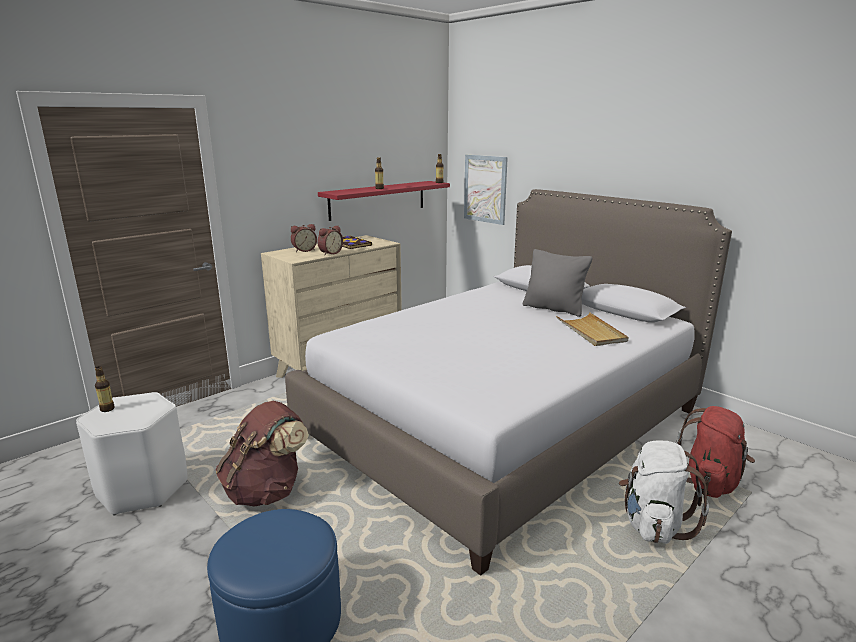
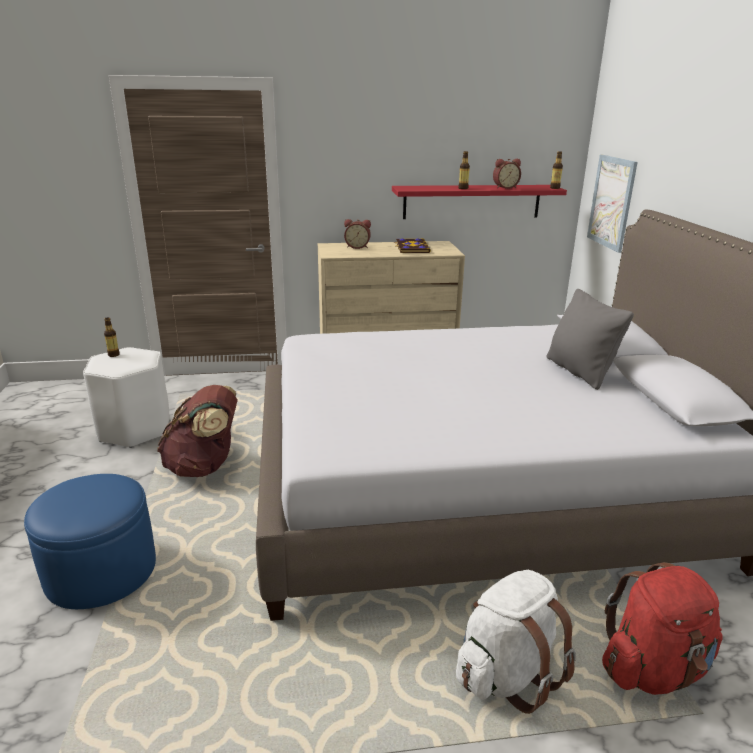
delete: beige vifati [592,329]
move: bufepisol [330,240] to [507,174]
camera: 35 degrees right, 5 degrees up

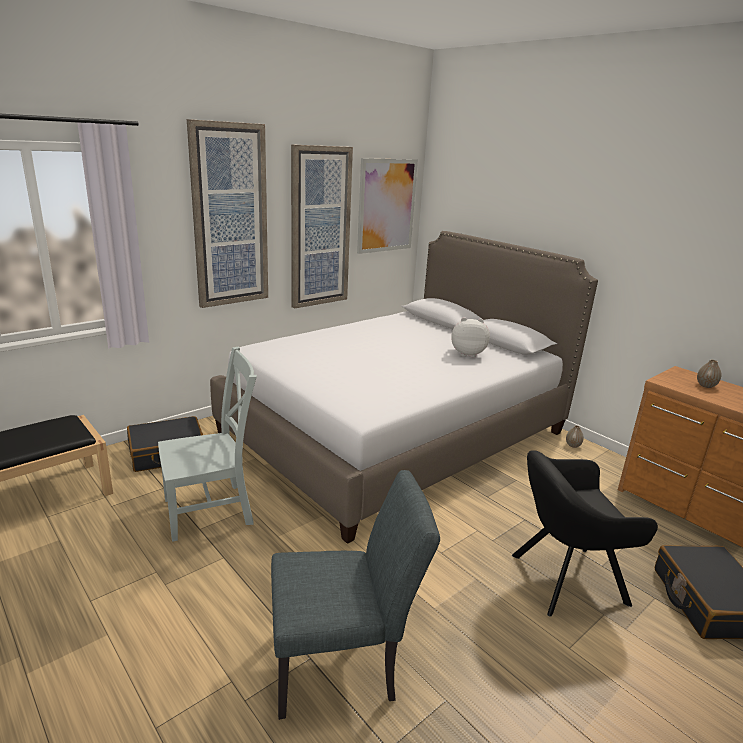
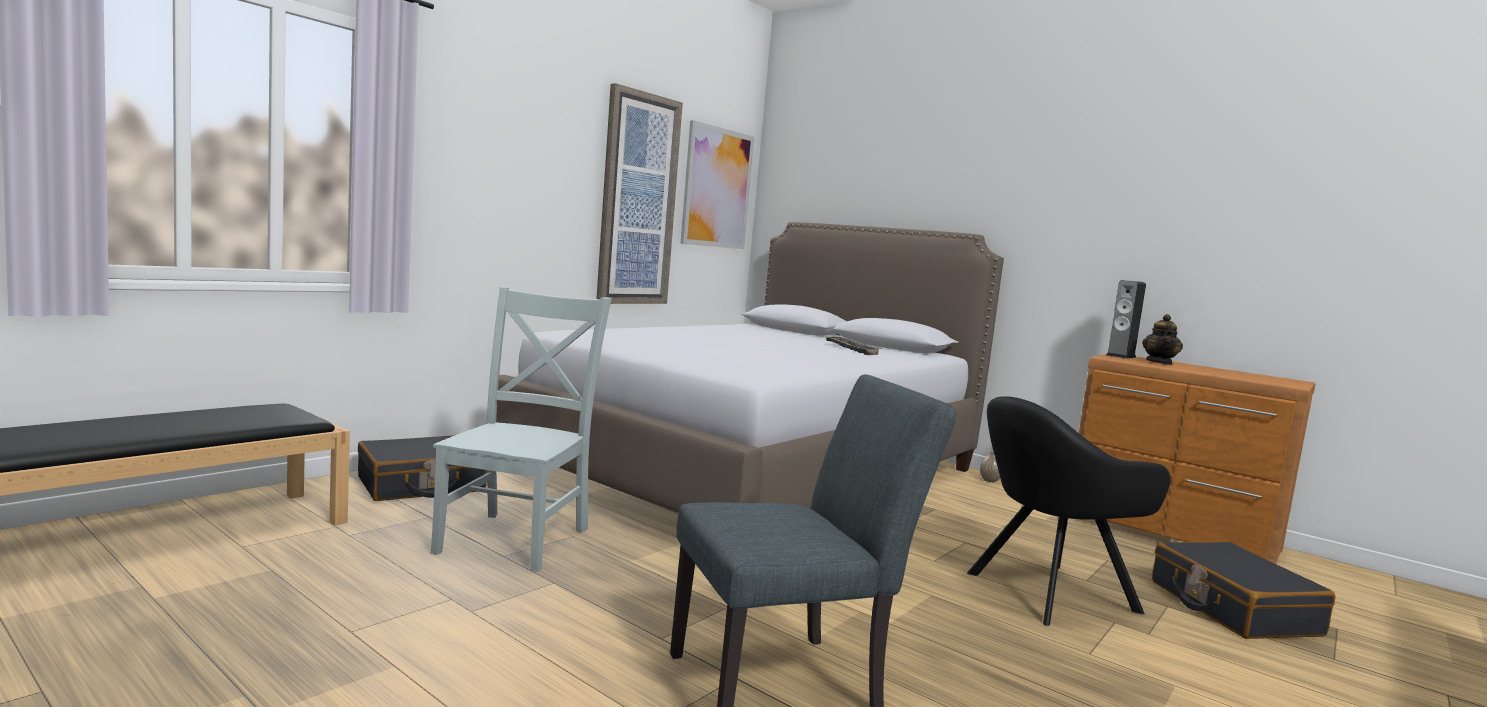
delete: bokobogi [227,213]
insert: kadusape [1126,319]
replace: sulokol [470,337] to vifati [854,345]; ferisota [709,374] to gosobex [1162,339]
rotate: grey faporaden [207,444] = [521,429] 45 degrees counterclockwise
camera: 10 degrees left, 15 degrees down

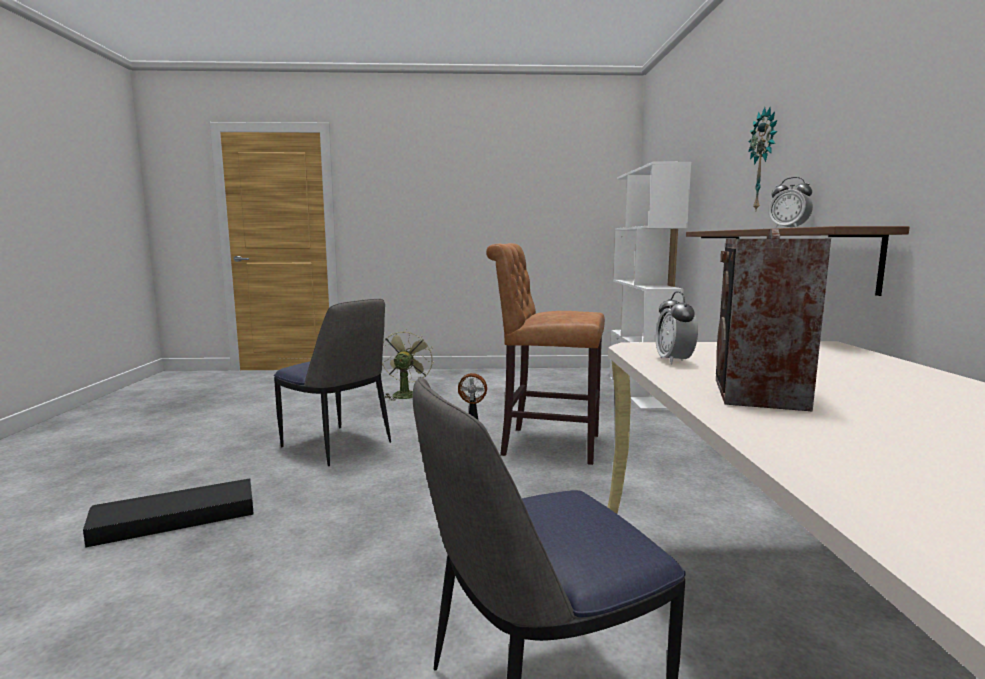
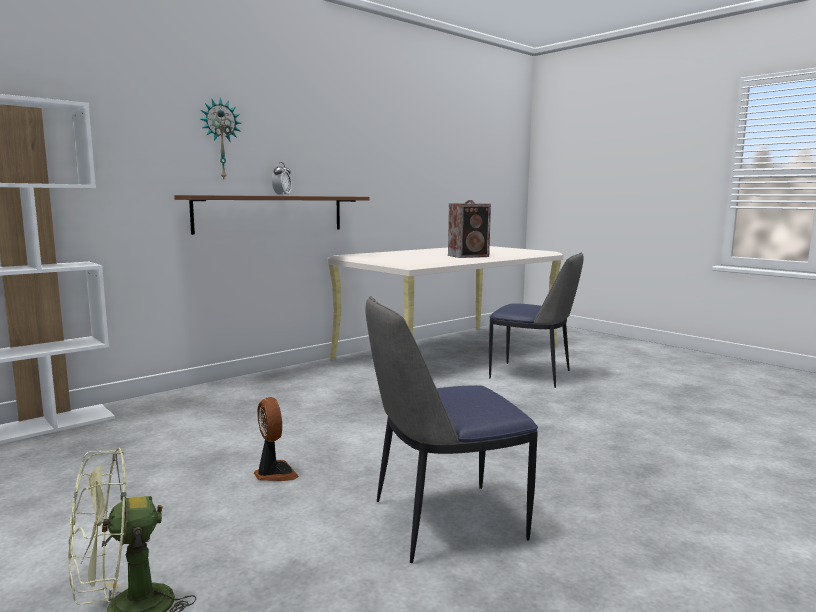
delete: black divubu [168,513]; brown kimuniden [545,354]; bufepisol [677,327]
rotate: faporaden [332,382] = [451,429] 105 degrees counterclockwise
camera: 130 degrees left, 0 degrees up

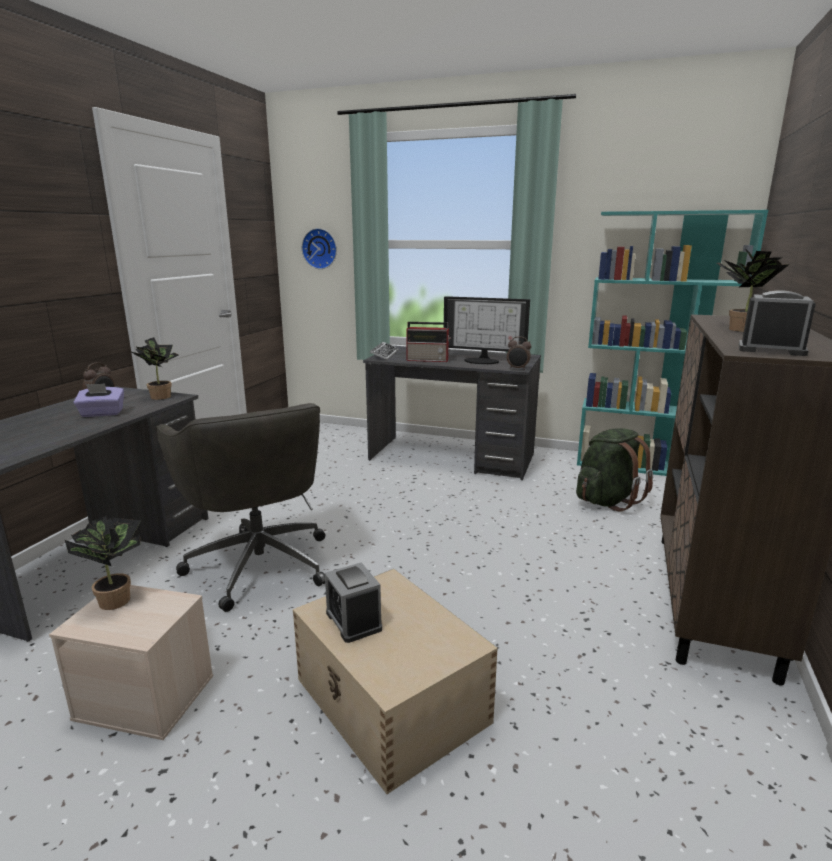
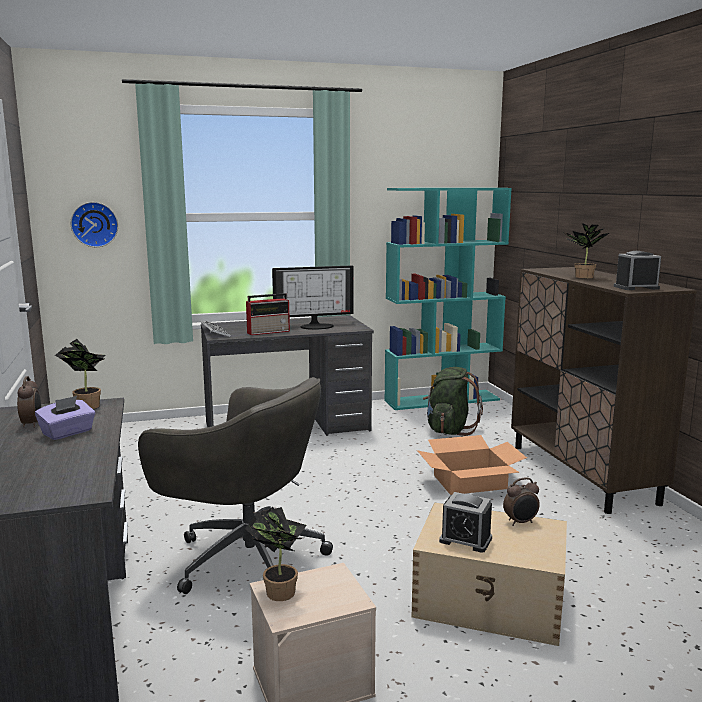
insert: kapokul [472,465]
move: bufepisol [519,353] to [521,501]
camera: 35 degrees left, 5 degrees down

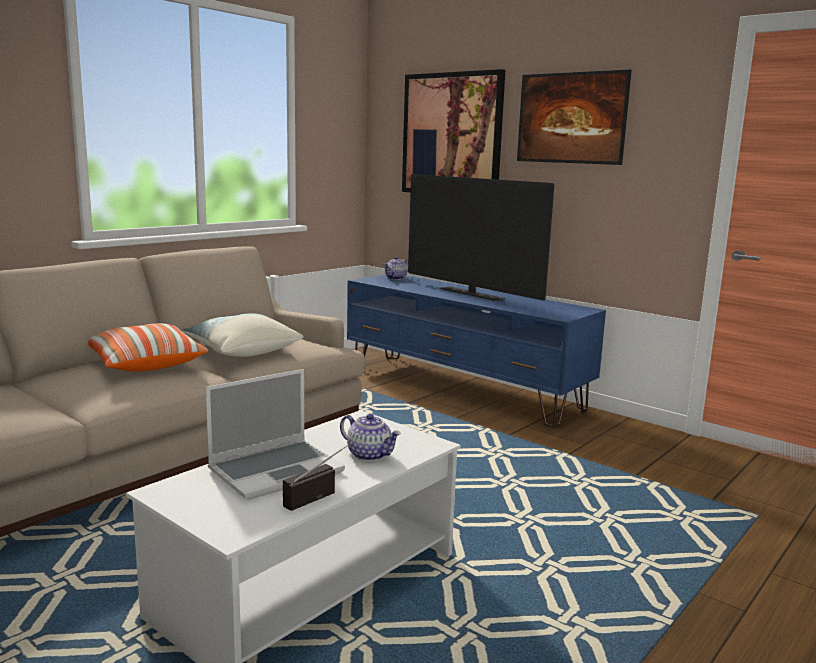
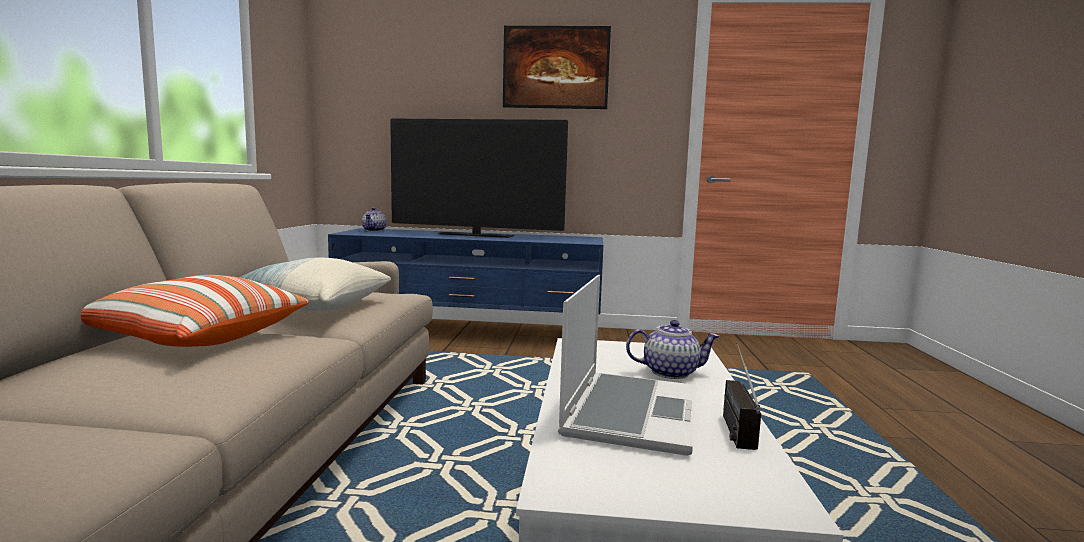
delete: bokobogi [453,130]
camera: 35 degrees left, 5 degrees down

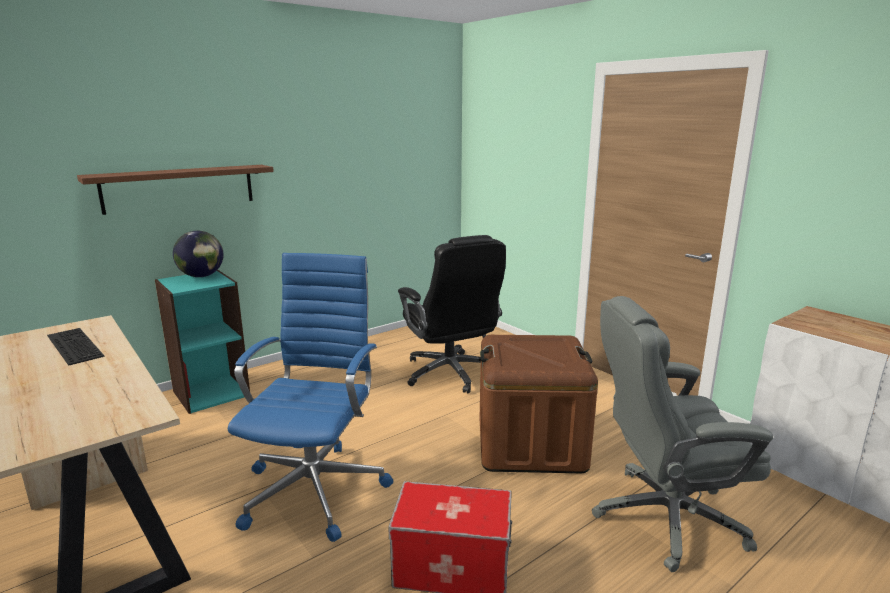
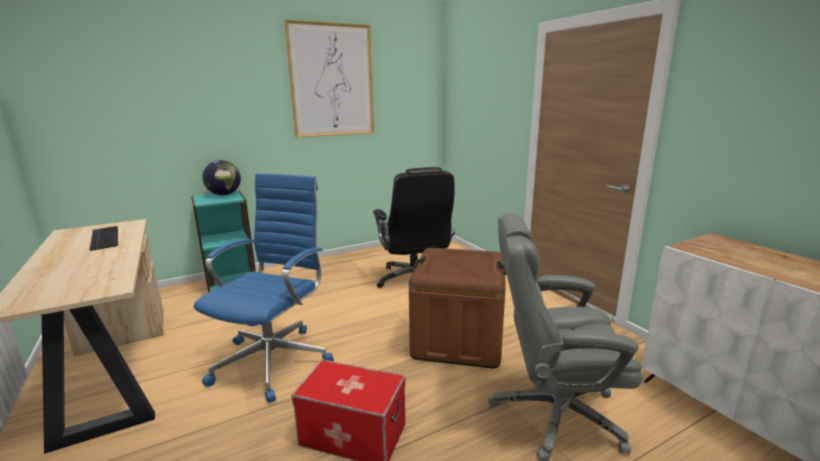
delete: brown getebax [175,190]
insert: bokobogi [329,78]
camera: 10 degrees right, 0 degrees up

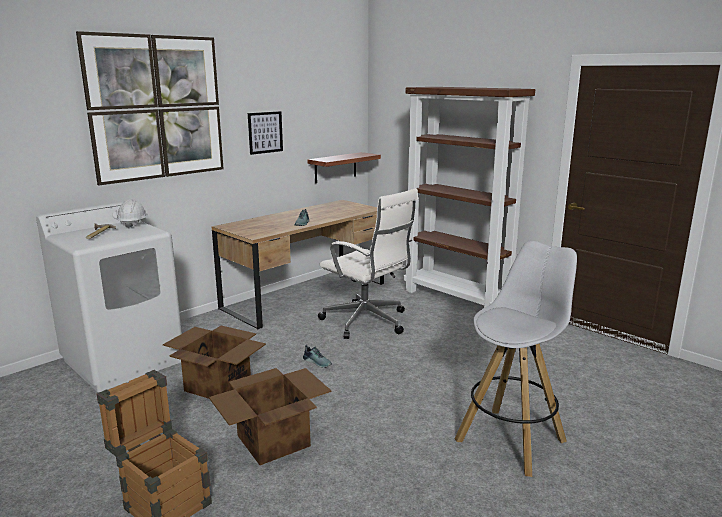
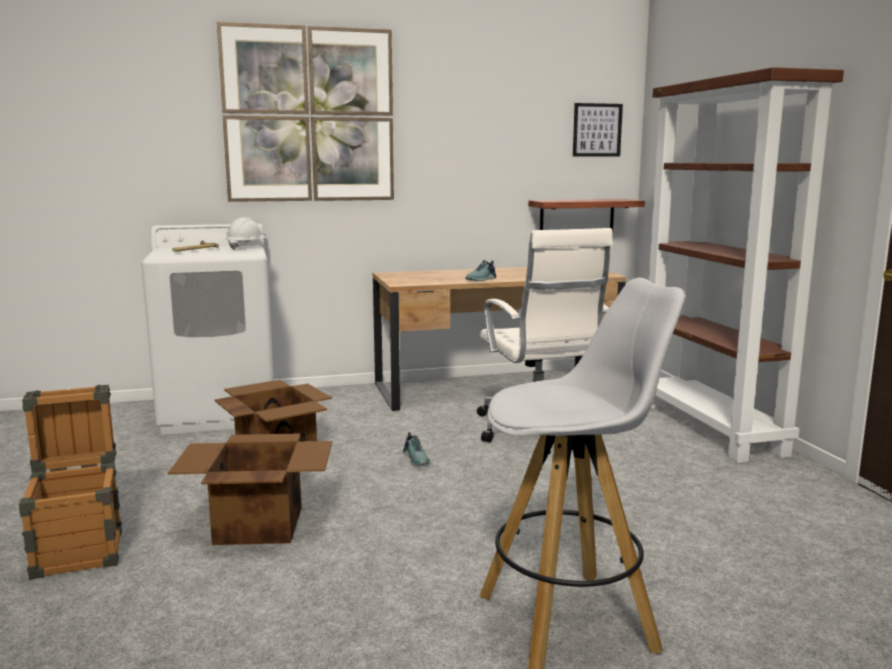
move: bokobogi [265,133] to [598,130]
camera: 30 degrees right, 5 degrees down

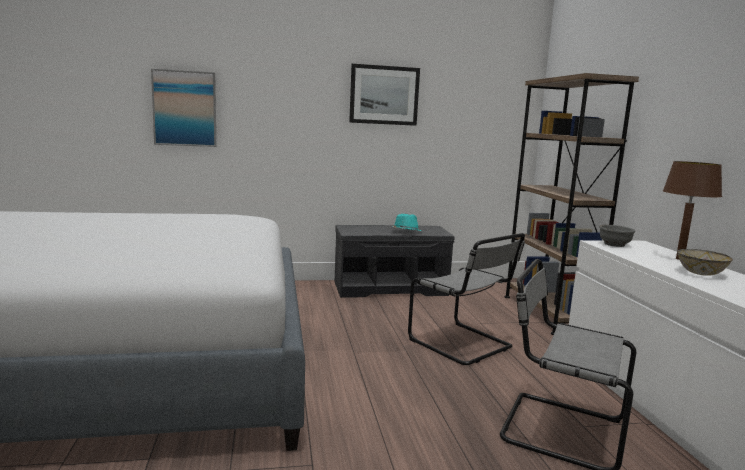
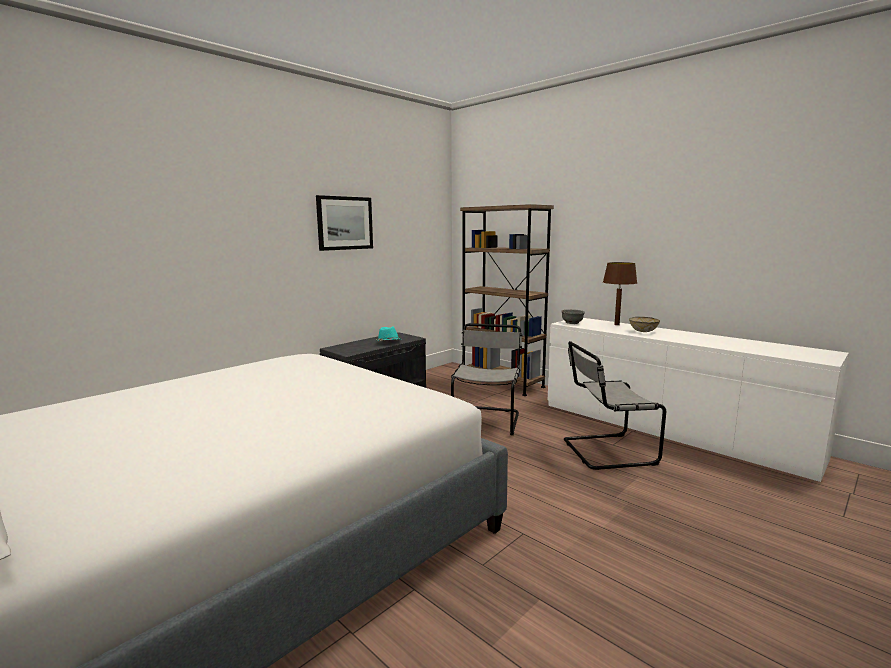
delete: bokobogi [183,108]
rotate: grey faporaden [466,299] = [487,379] 90 degrees counterclockwise
camera: 35 degrees left, 0 degrees up

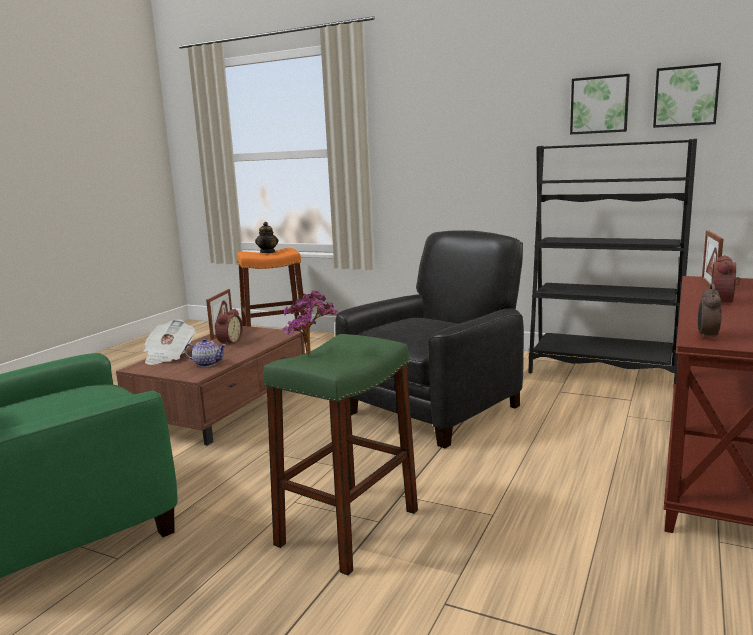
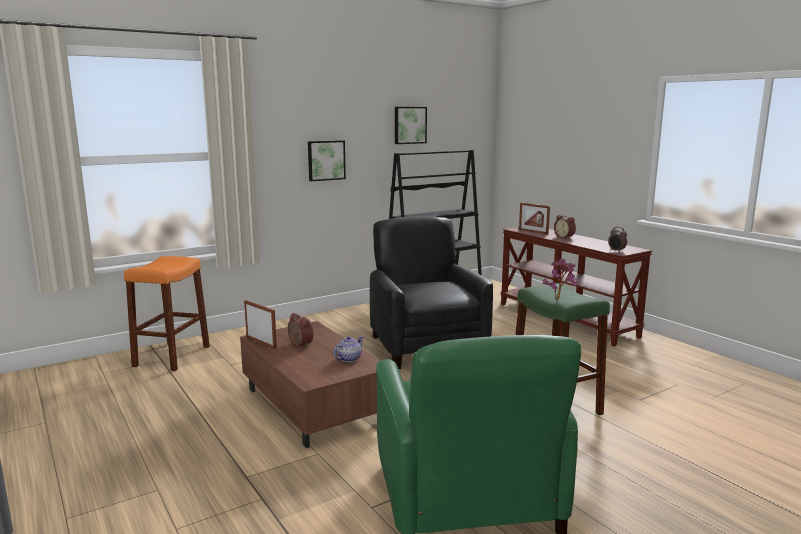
delete: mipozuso [169,342]; gosobex [266,237]
move: bokobogi [687,95] to [327,160]
camera: 60 degrees left, 0 degrees up

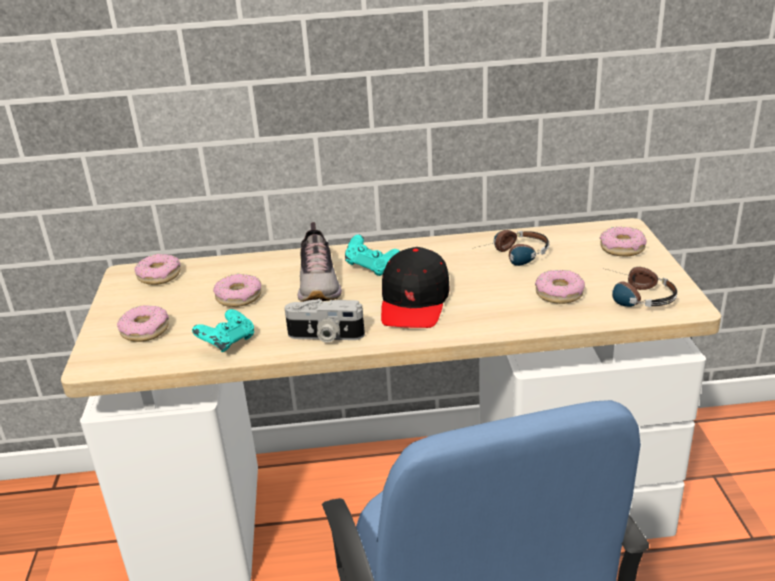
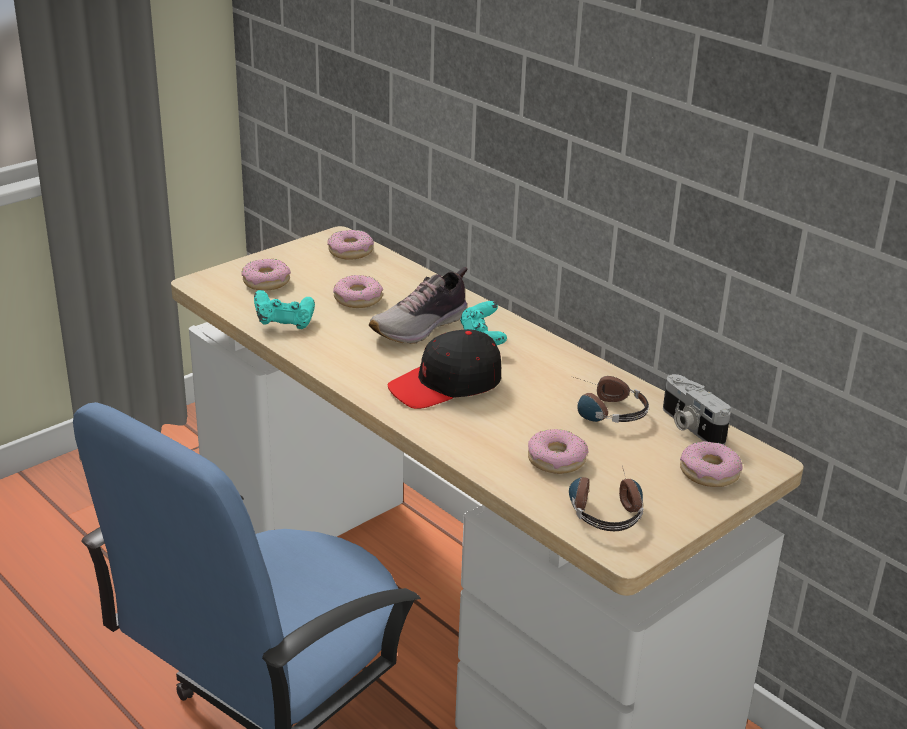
move: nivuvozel [324,321] to [697,409]
camera: 50 degrees right, 0 degrees up

